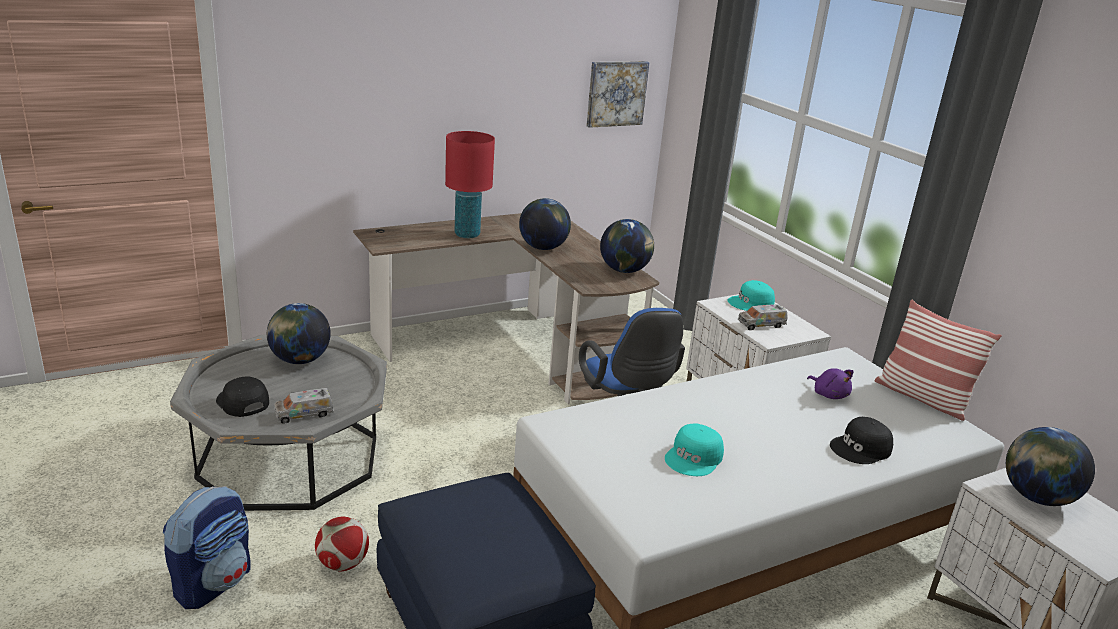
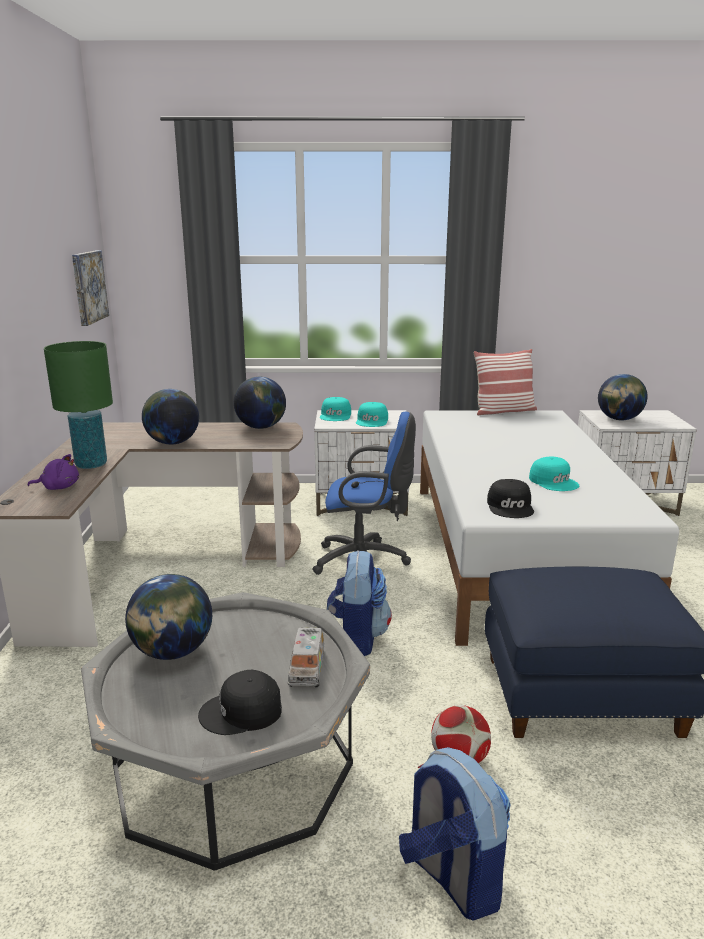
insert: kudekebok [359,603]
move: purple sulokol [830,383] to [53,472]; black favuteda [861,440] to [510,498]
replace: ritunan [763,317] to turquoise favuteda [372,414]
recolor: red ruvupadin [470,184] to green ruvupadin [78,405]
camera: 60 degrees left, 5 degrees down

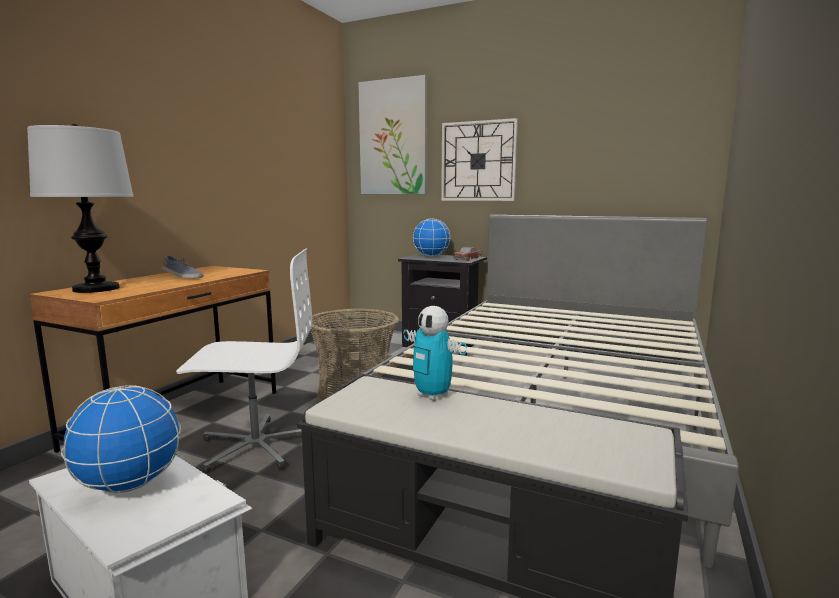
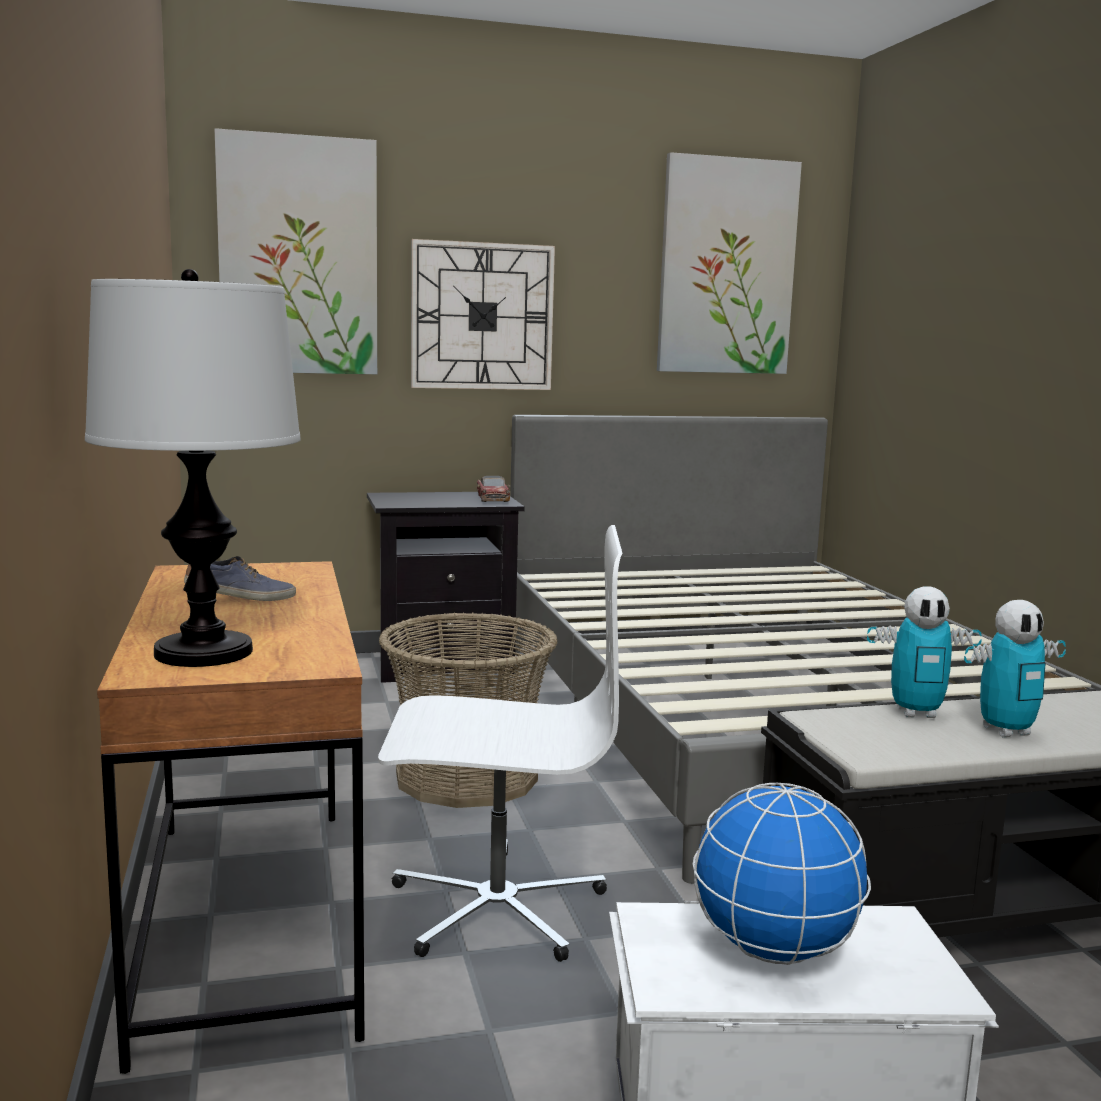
delete: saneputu [432,237]
insert: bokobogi [729,263]; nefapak [1015,668]
rotate: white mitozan [244,360] = [500,743] 45 degrees clockwise
camera: 40 degrees left, 0 degrees up

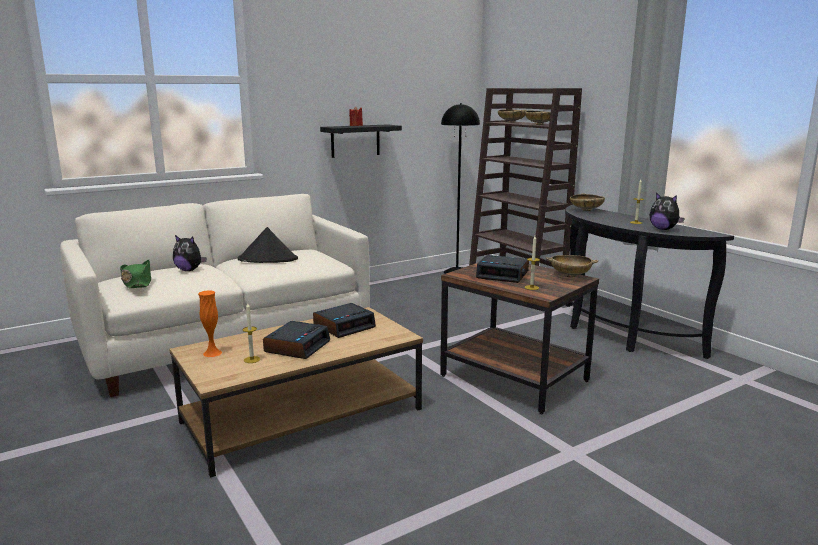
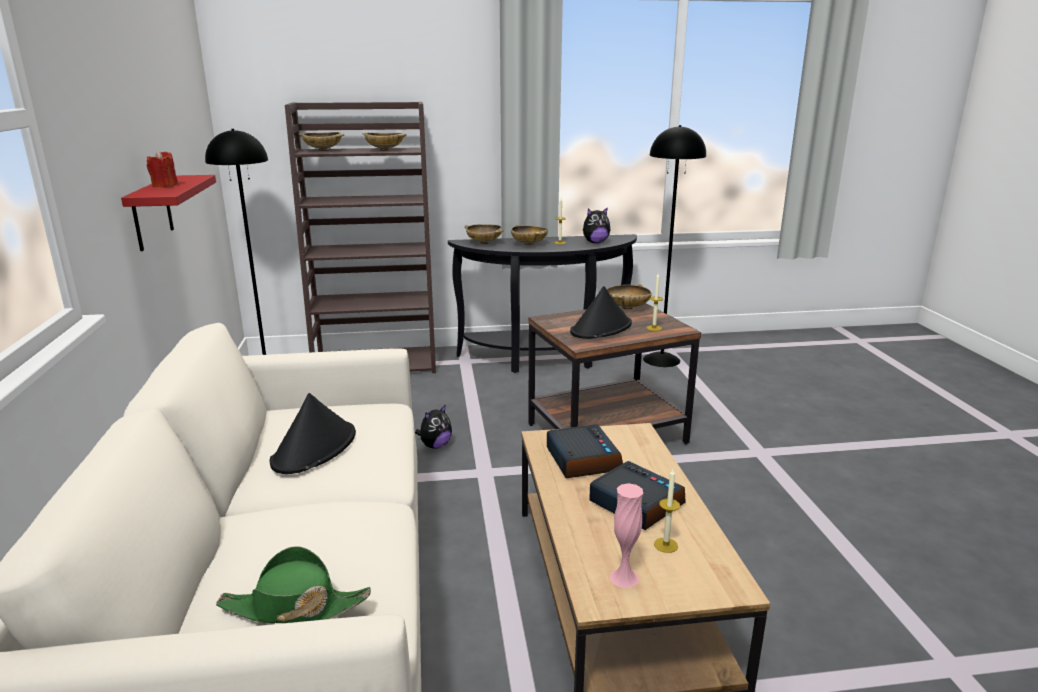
insert: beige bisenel [529,235]; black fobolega [674,246]
move: sulokol [189,253] to [433,426]
replace: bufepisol [502,269] to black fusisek [601,312]
recolor: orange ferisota [210,323] to pink ferisota [626,535]; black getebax [361,141] to red getebax [168,213]
camera: 65 degrees left, 5 degrees up

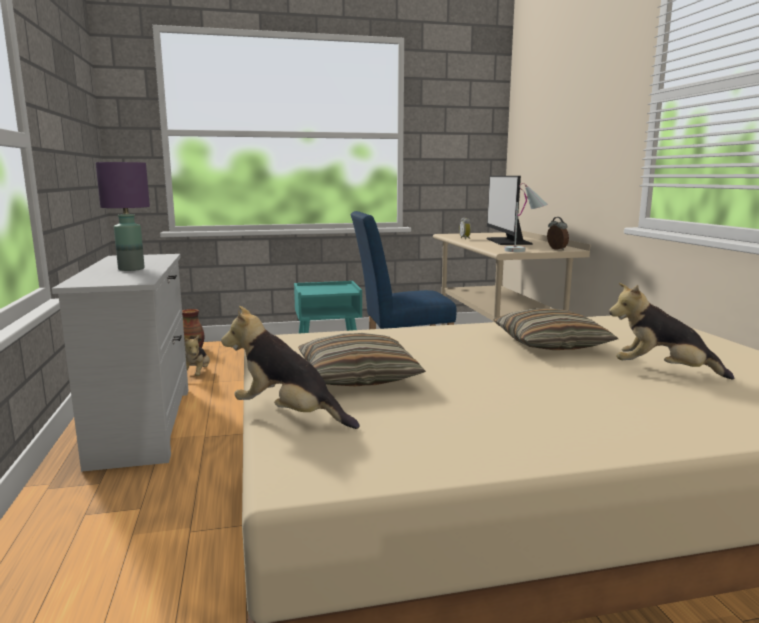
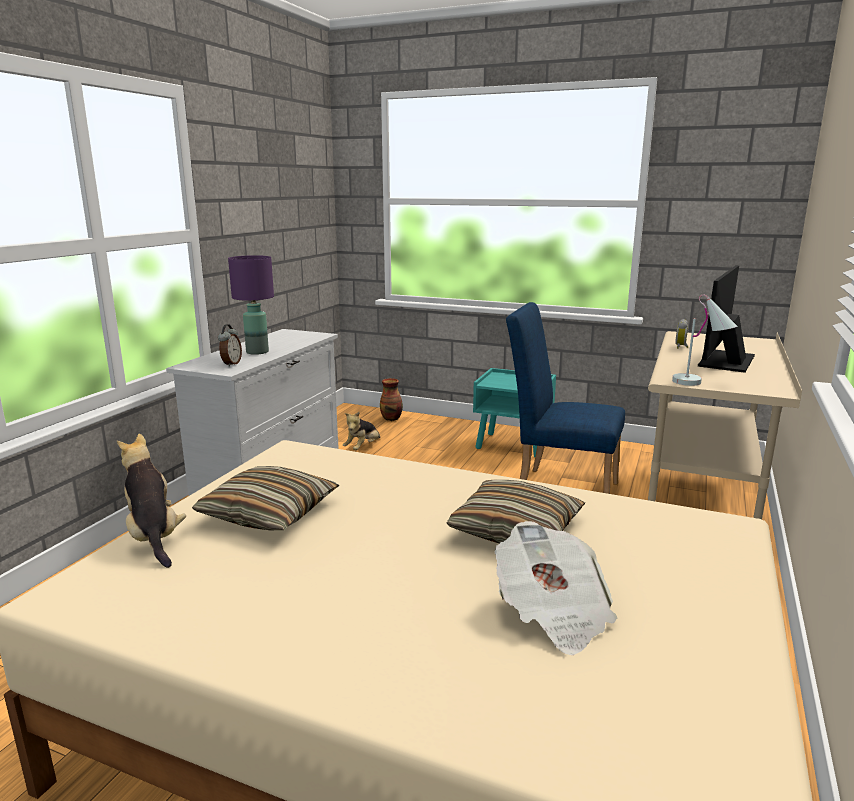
move: bufepisol [558,233] to [230,345]
replace: sulokol [671,331] to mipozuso [556,588]
camera: 35 degrees right, 5 degrees up

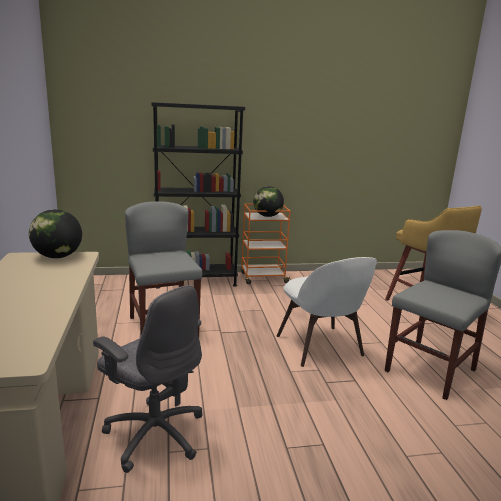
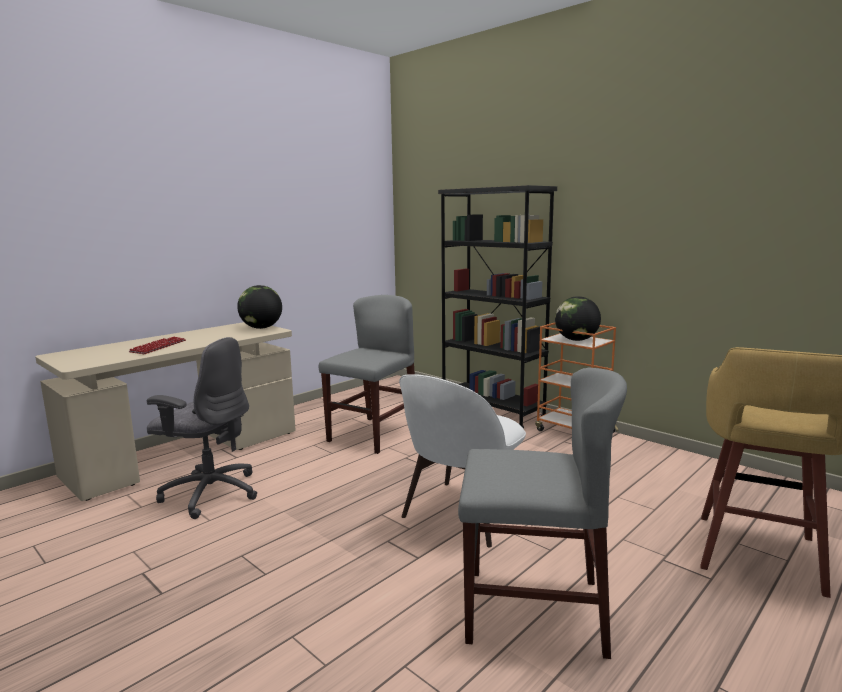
insert: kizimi [157,345]
rotate: grey mitozan [148,379] = [202,428] 75 degrees counterclockwise
camera: 55 degrees right, 5 degrees down

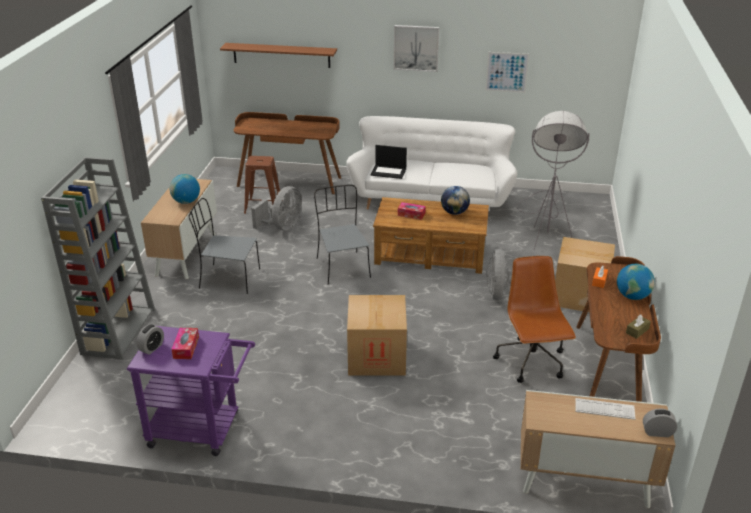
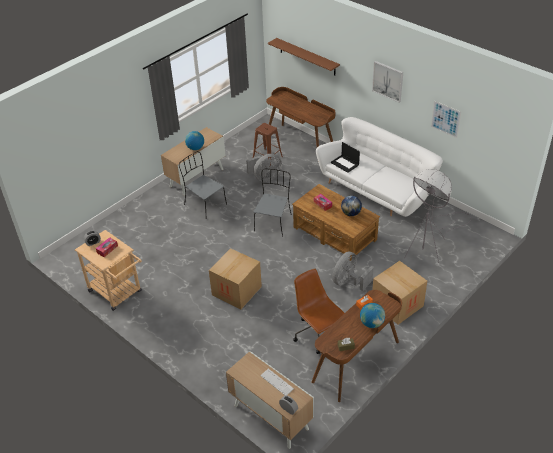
delete: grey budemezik [98,258]
recolor: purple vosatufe [191,391] to beige vosatufe [108,270]
rotate: brown mitozan [534,319] = [318,311] 60 degrees counterclockwise
camera: 35 degrees right, 10 degrees up

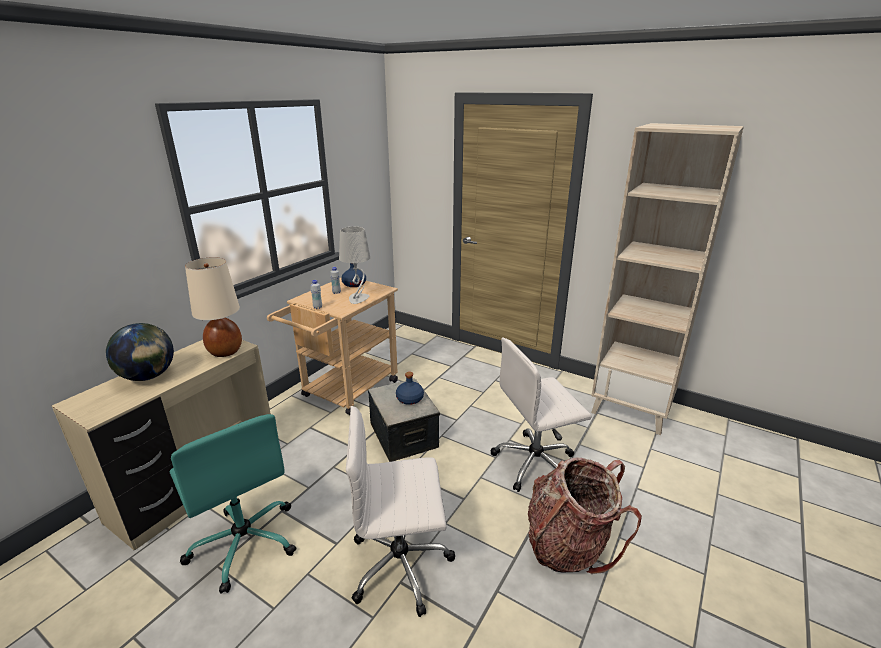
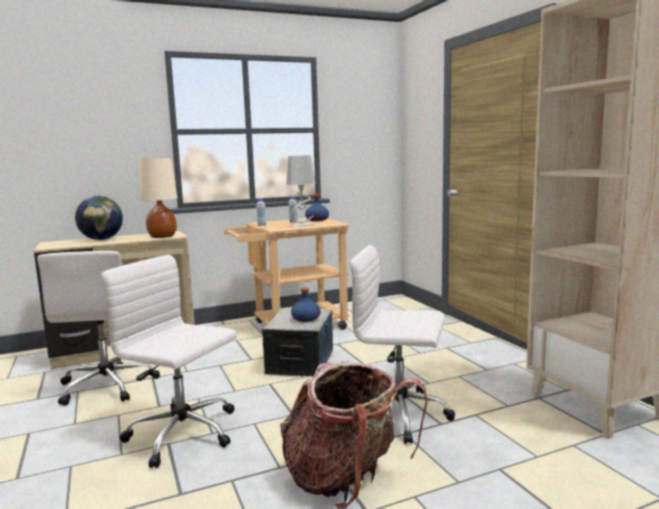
recolor: turquoise mitozan [233,504] to white mitozan [98,328]
camera: 35 degrees right, 15 degrees down

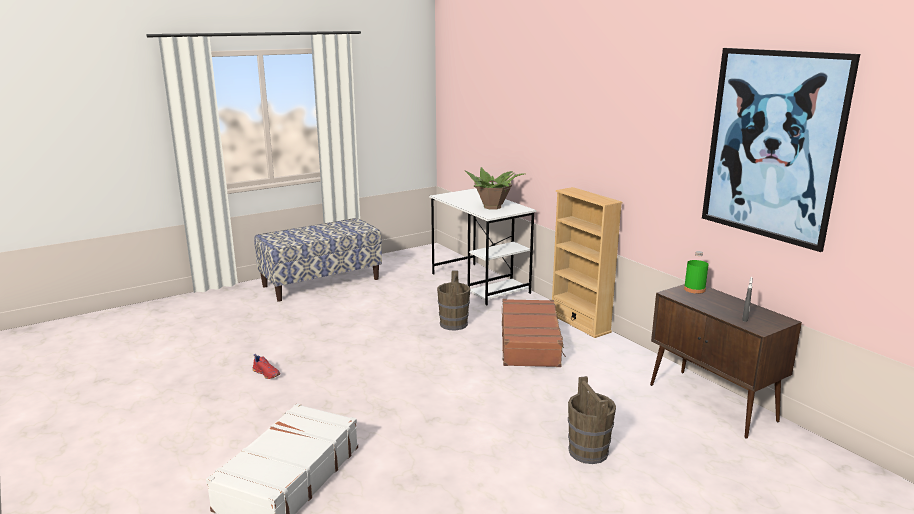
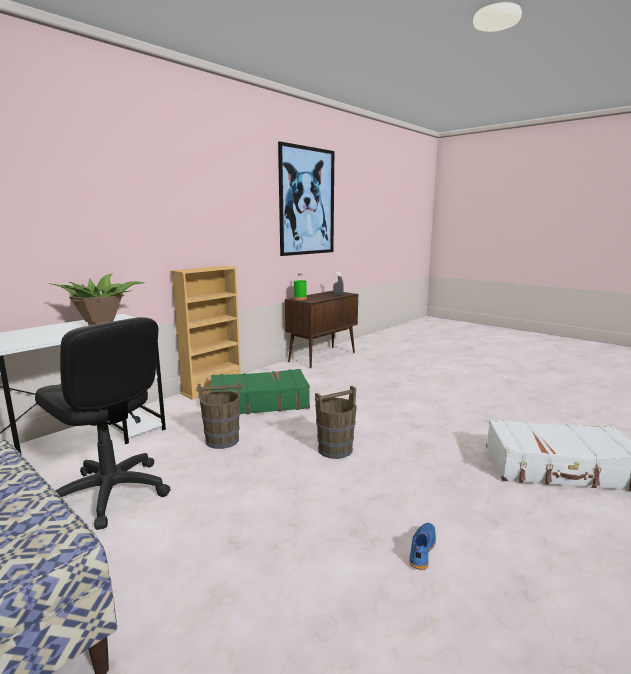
insert: black mitozan [103,423]
move: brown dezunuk [592,420] to [336,422]
recolor: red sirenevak [266,366] to blue sirenevak [422,546]; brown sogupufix [534,333] to green sogupufix [260,391]
camera: 105 degrees left, 5 degrees down

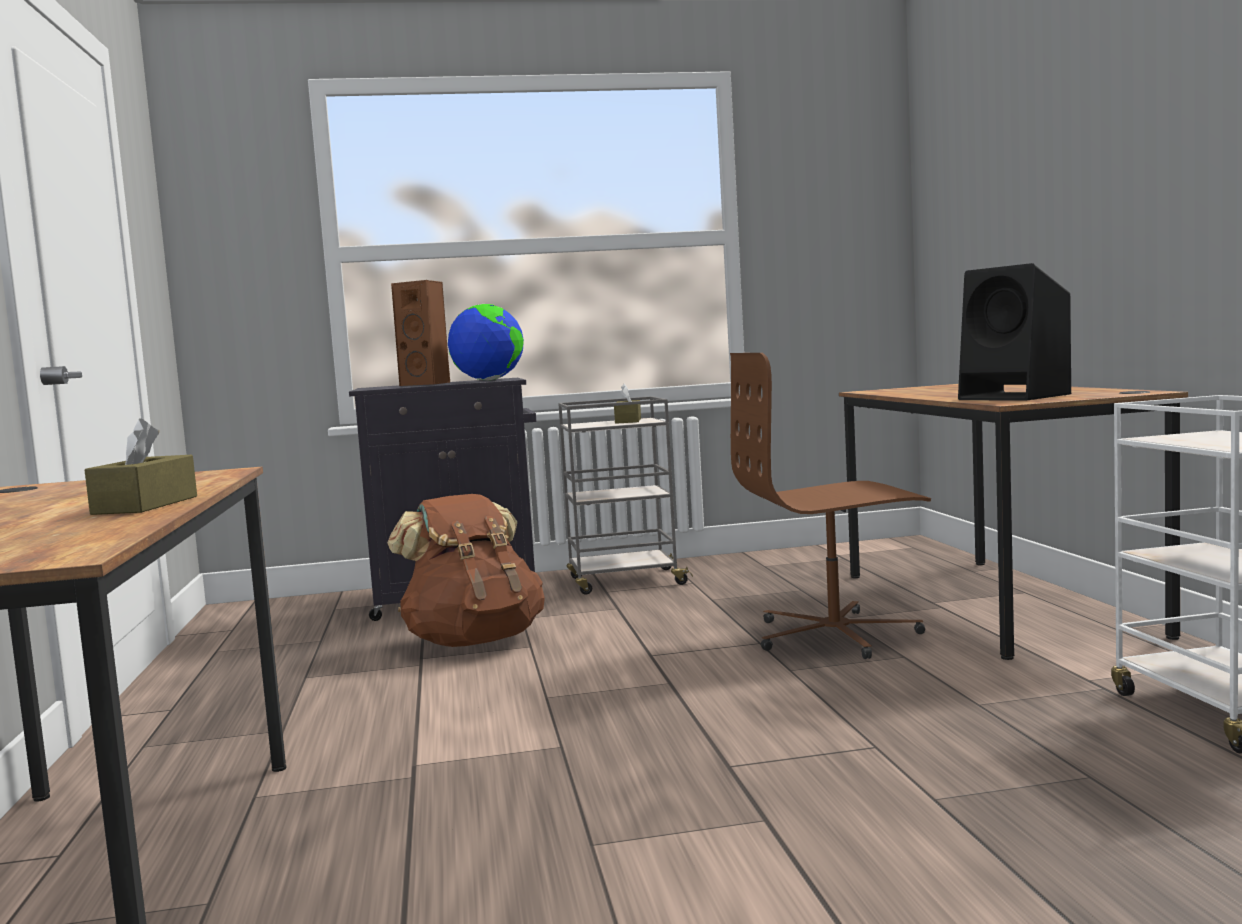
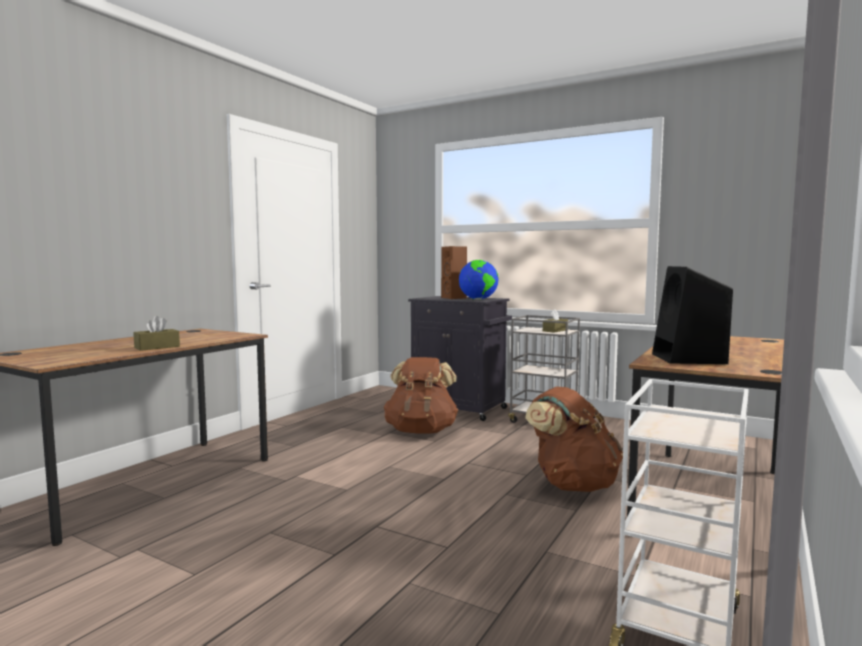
replace: brown mitozan [830,506] to brown kudekebok [574,439]
camera: 40 degrees right, 0 degrees up

